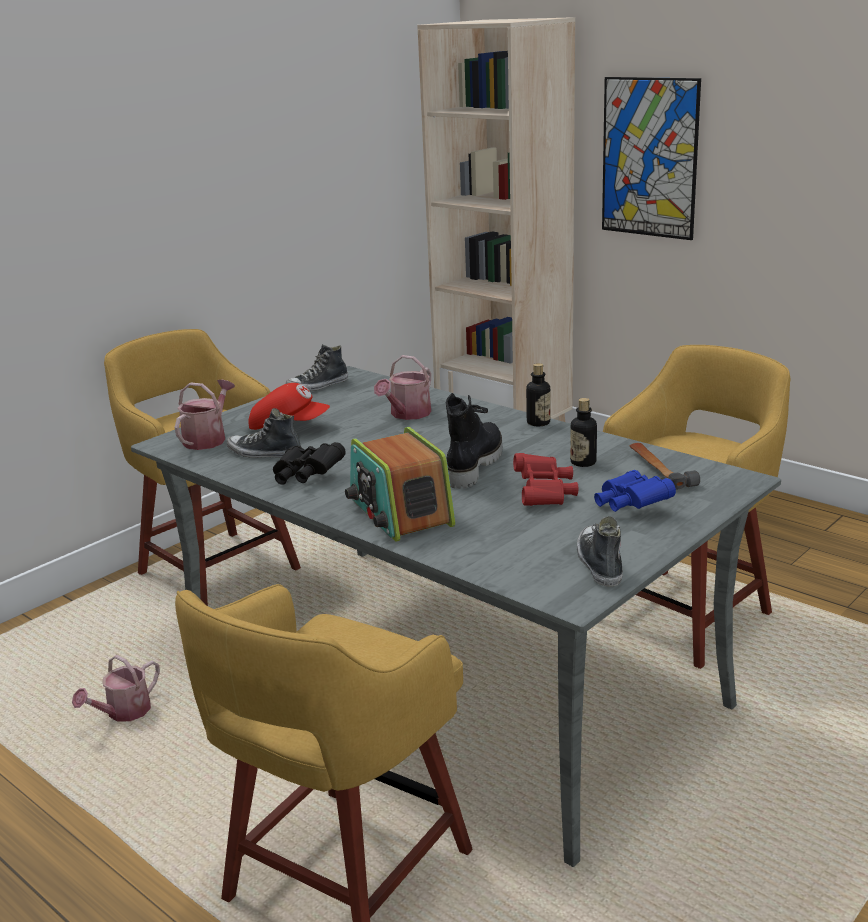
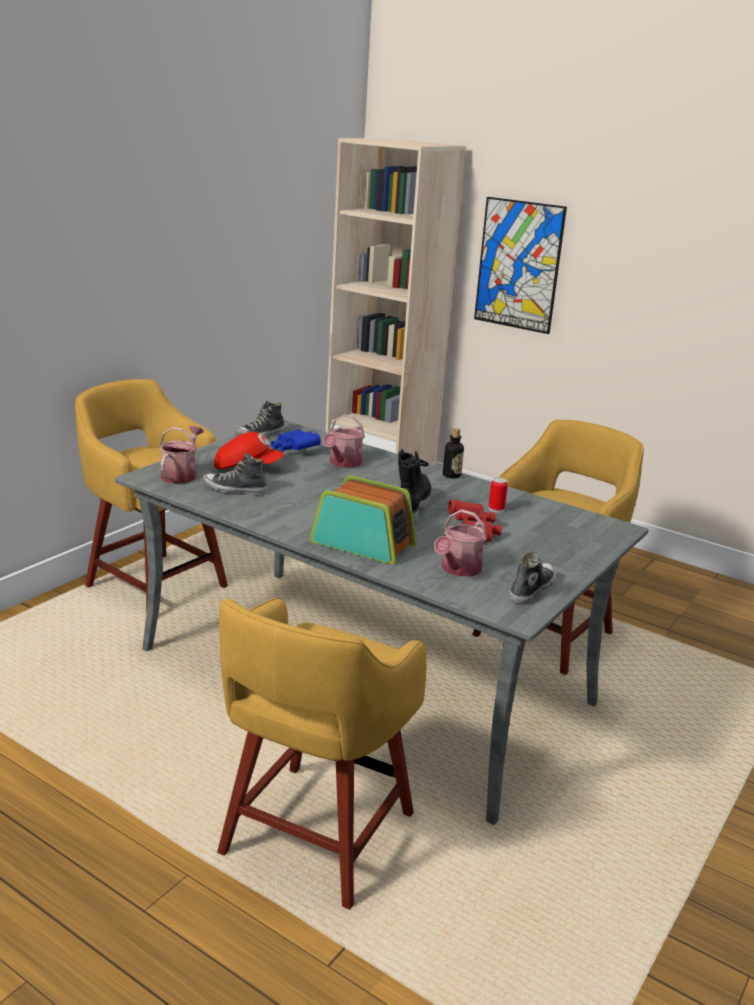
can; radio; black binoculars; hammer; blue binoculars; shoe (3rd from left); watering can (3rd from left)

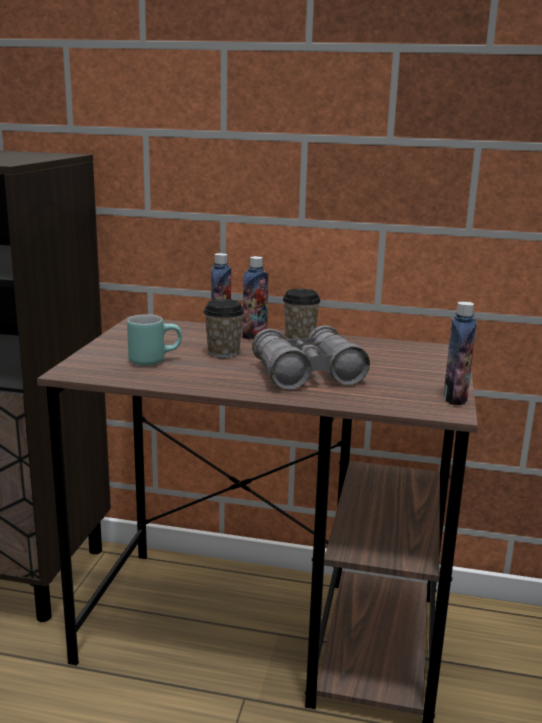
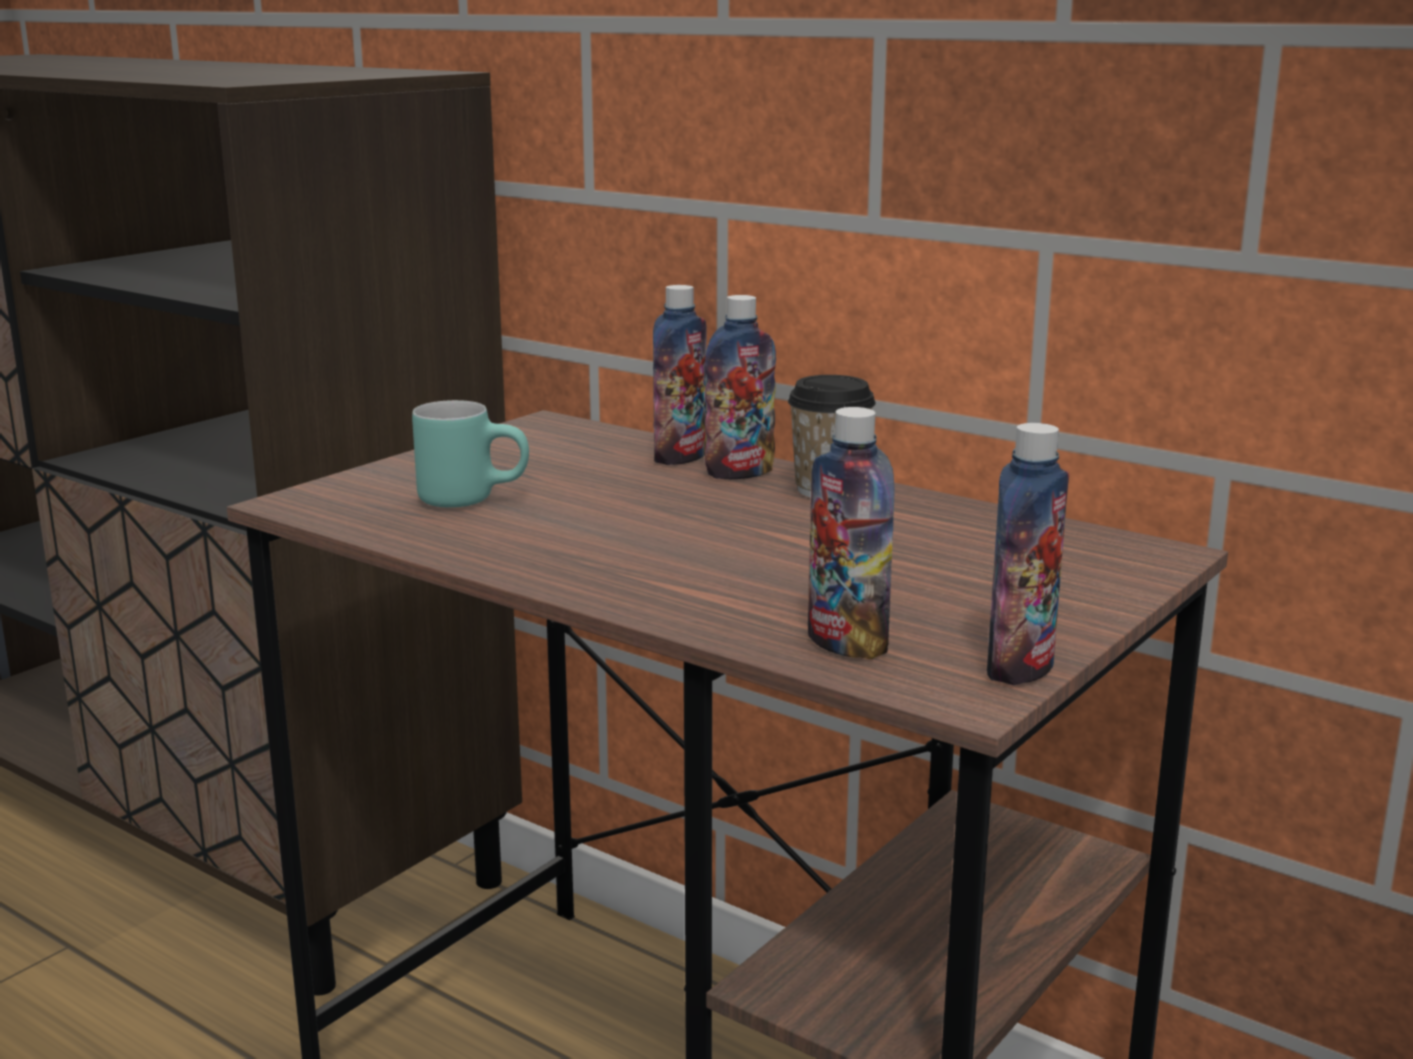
cup (1st from left in the first image); grey binoculars; bottle (3rd from left)

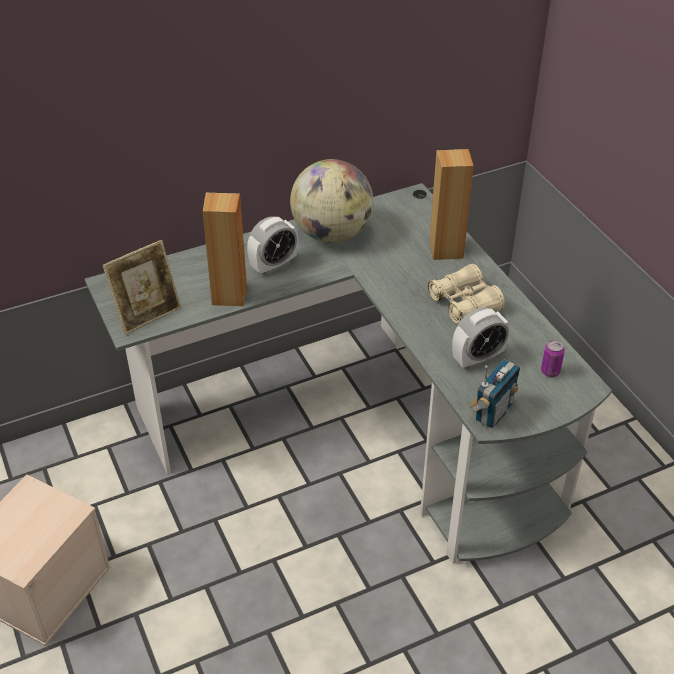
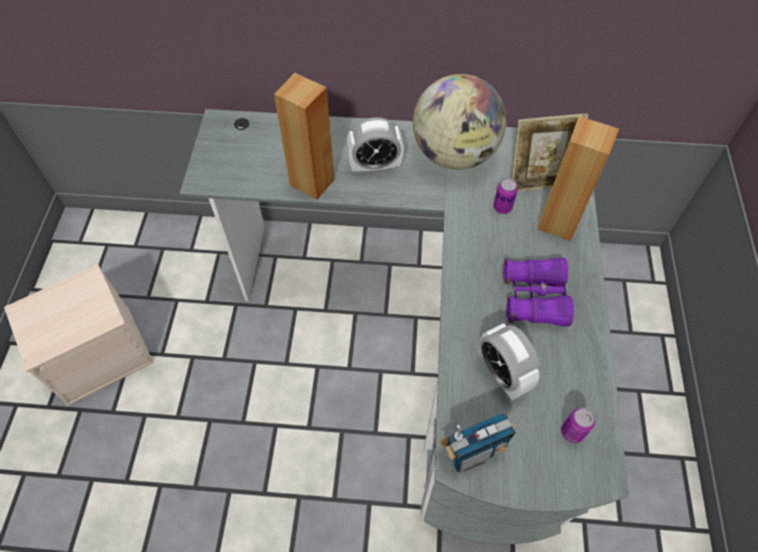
picture frame; purple binoculars; alarm clock (2nd from left); can (1st from left)

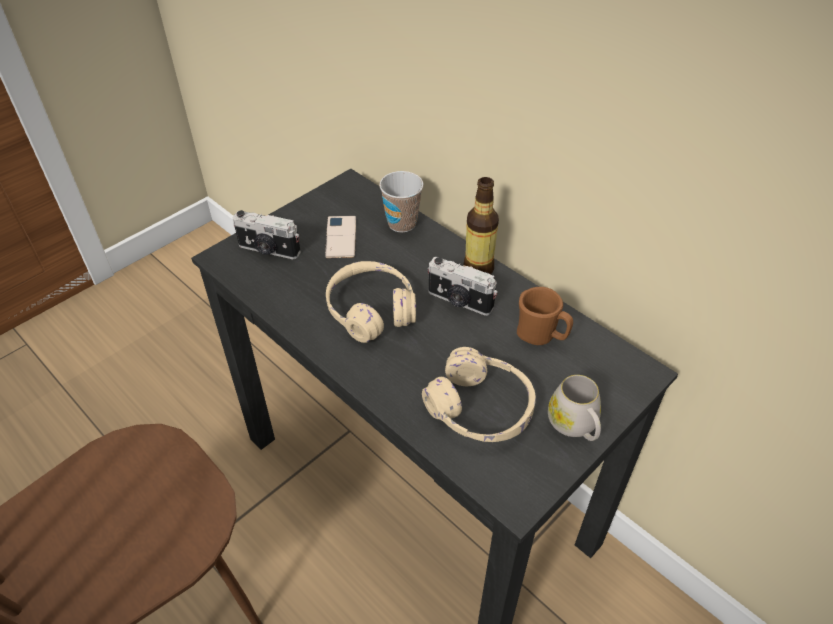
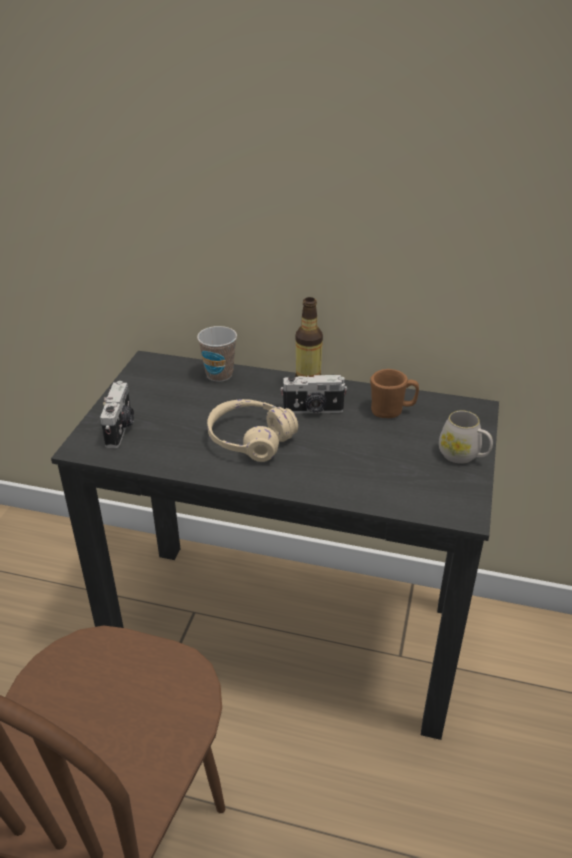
photo camera (1st from left); phone; beige headphones (2nd from left in the first image)

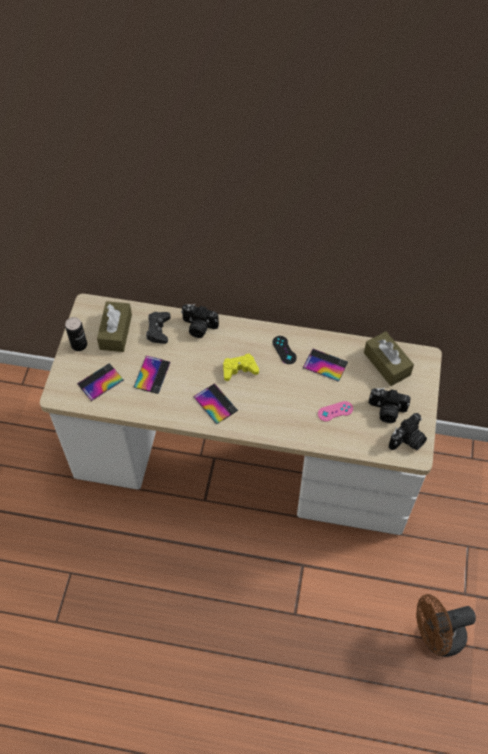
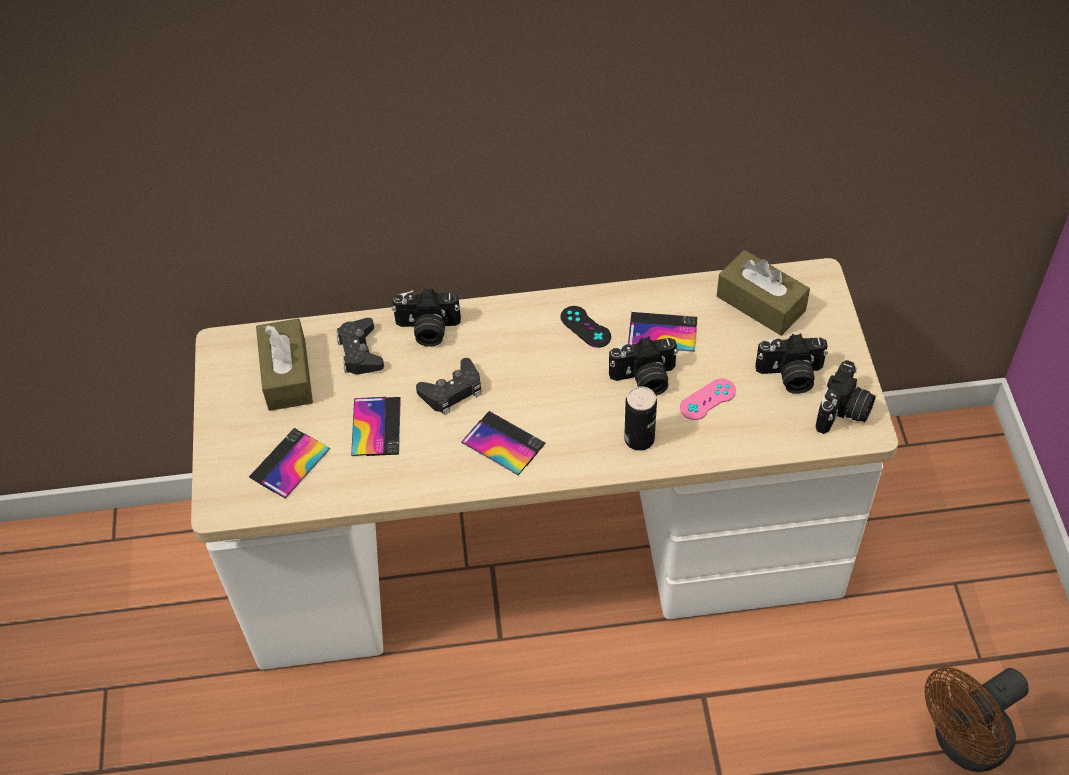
can; yellow game controller; photo camera (2nd from left); black game controller (2nd from left)

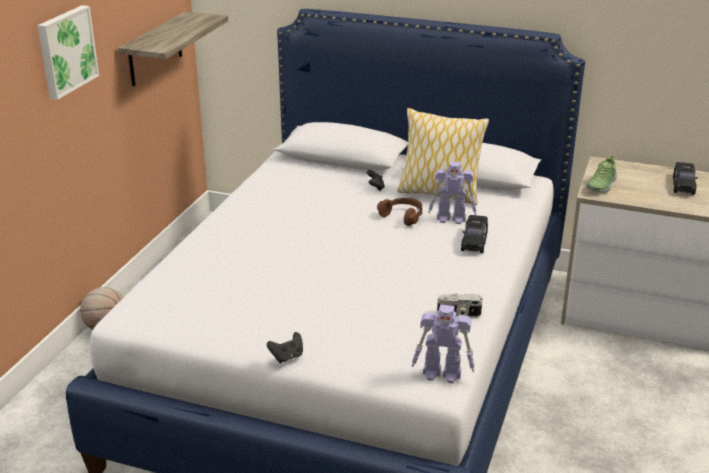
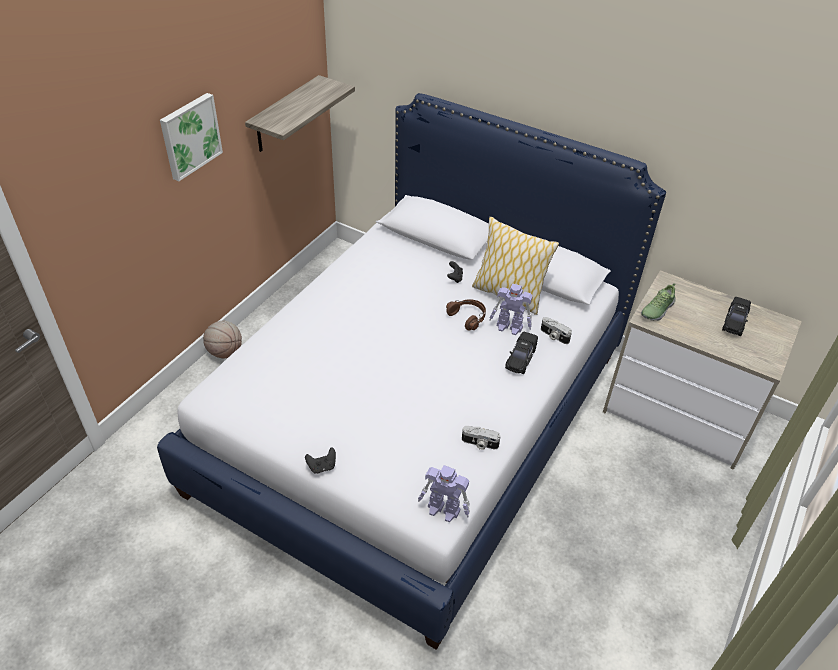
photo camera (2nd from left)

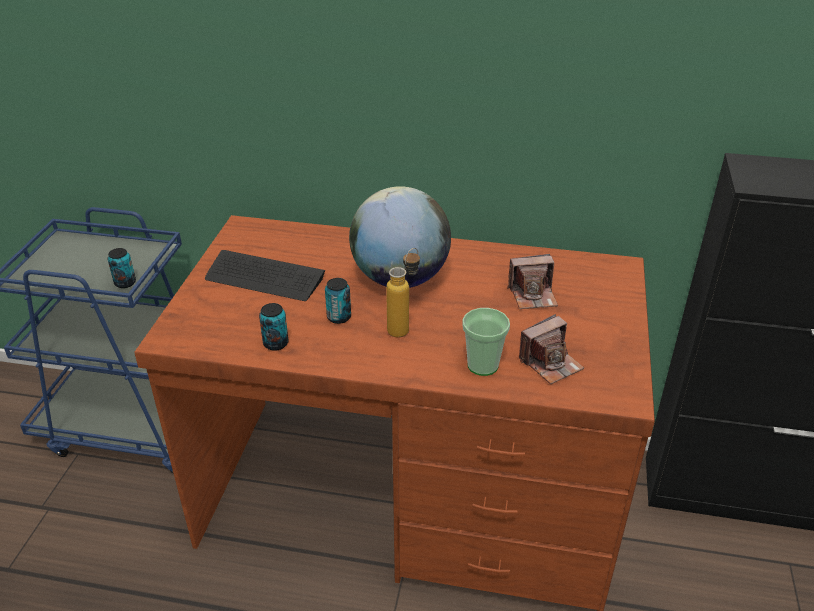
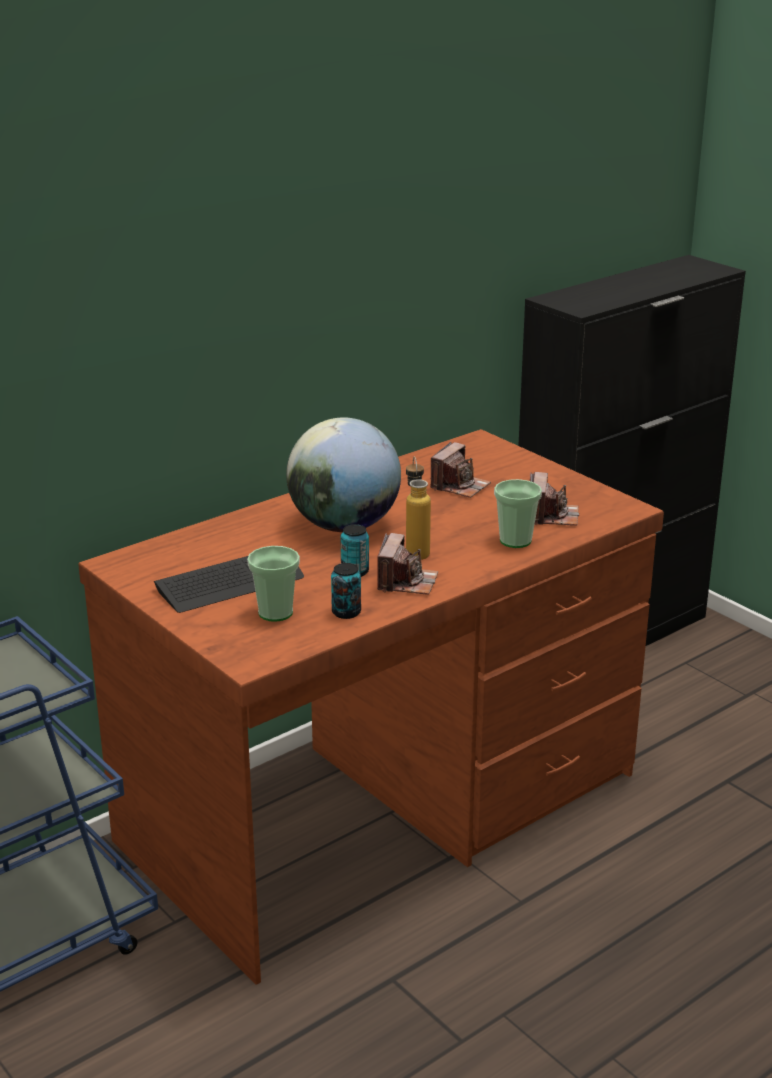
can (1st from left in the first image); photo camera (1st from left); cup (1st from left)

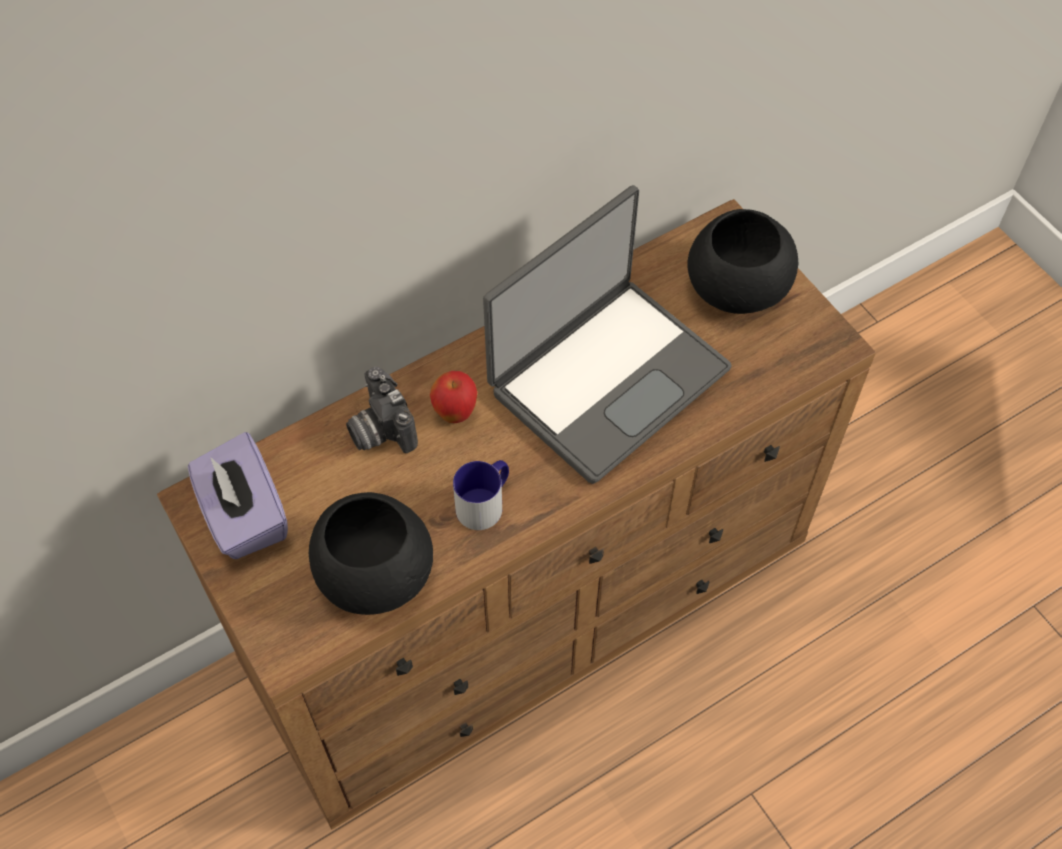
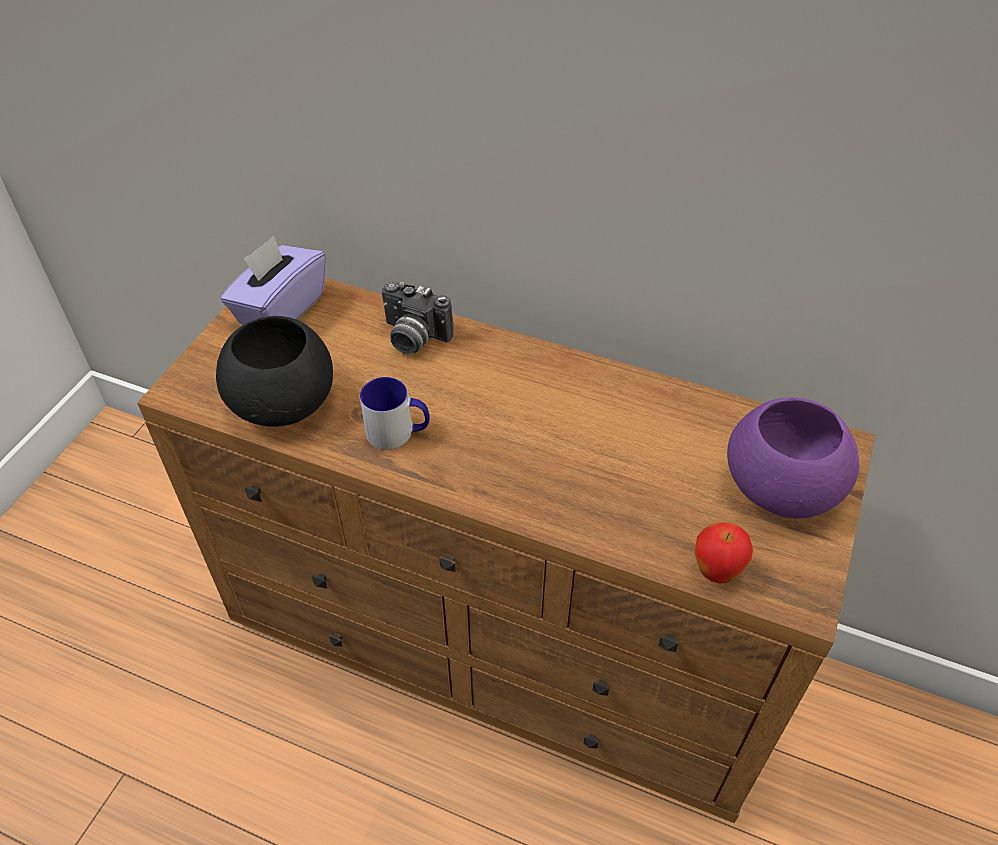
laptop; purple bowl; photo camera; apple

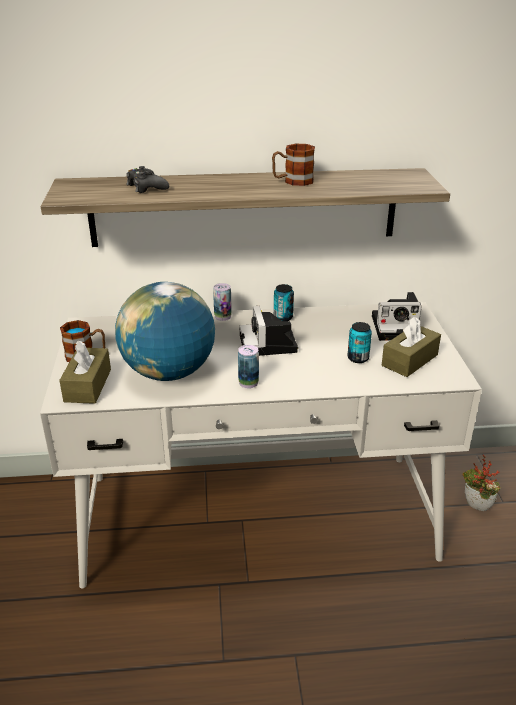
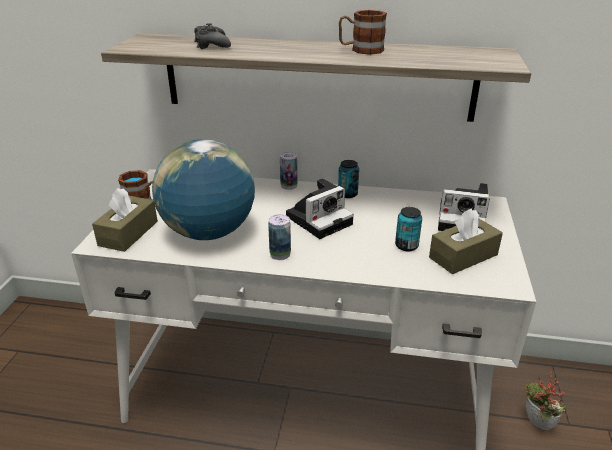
photo camera (1st from left)

